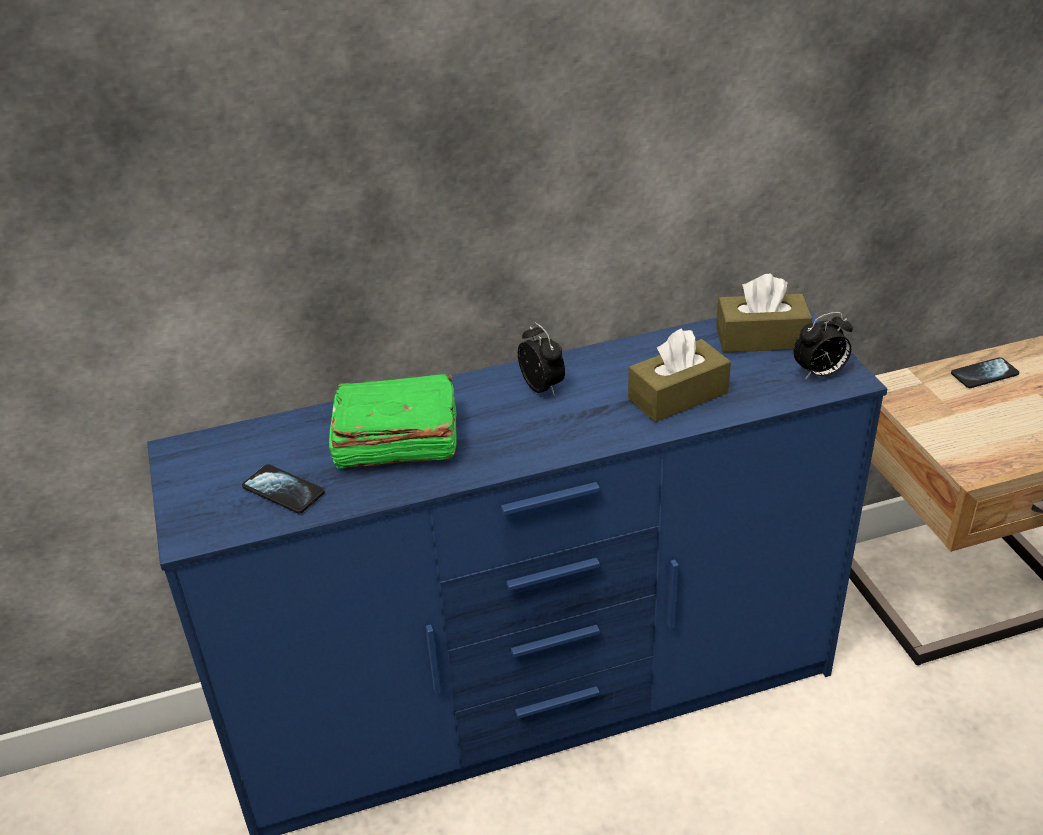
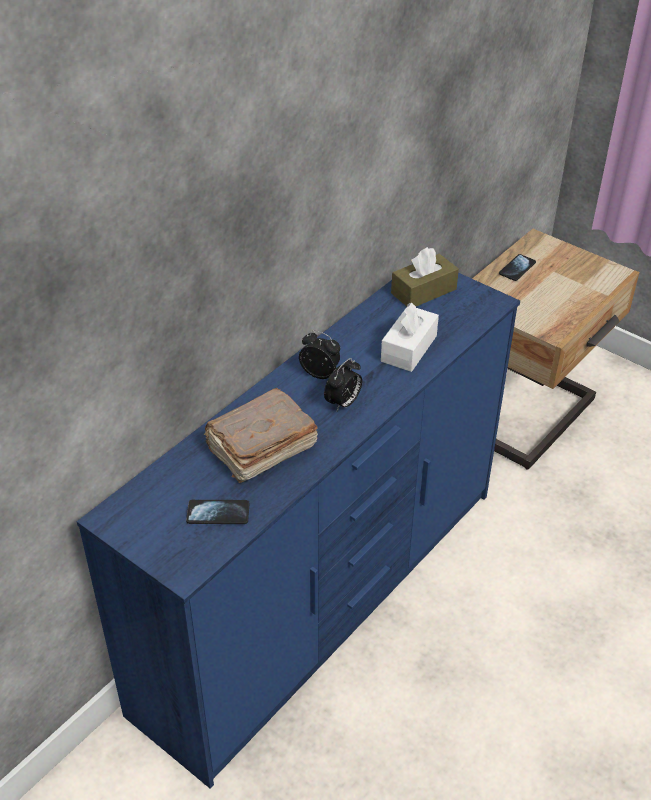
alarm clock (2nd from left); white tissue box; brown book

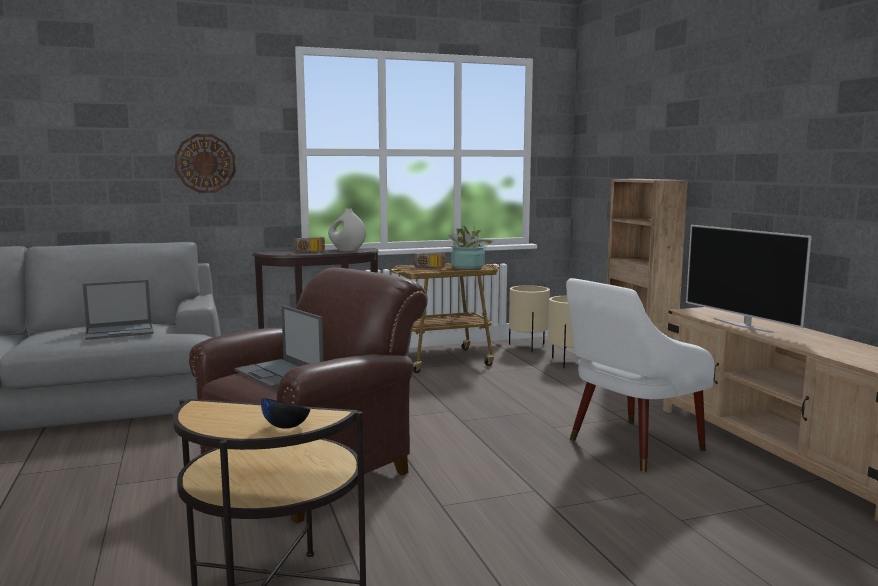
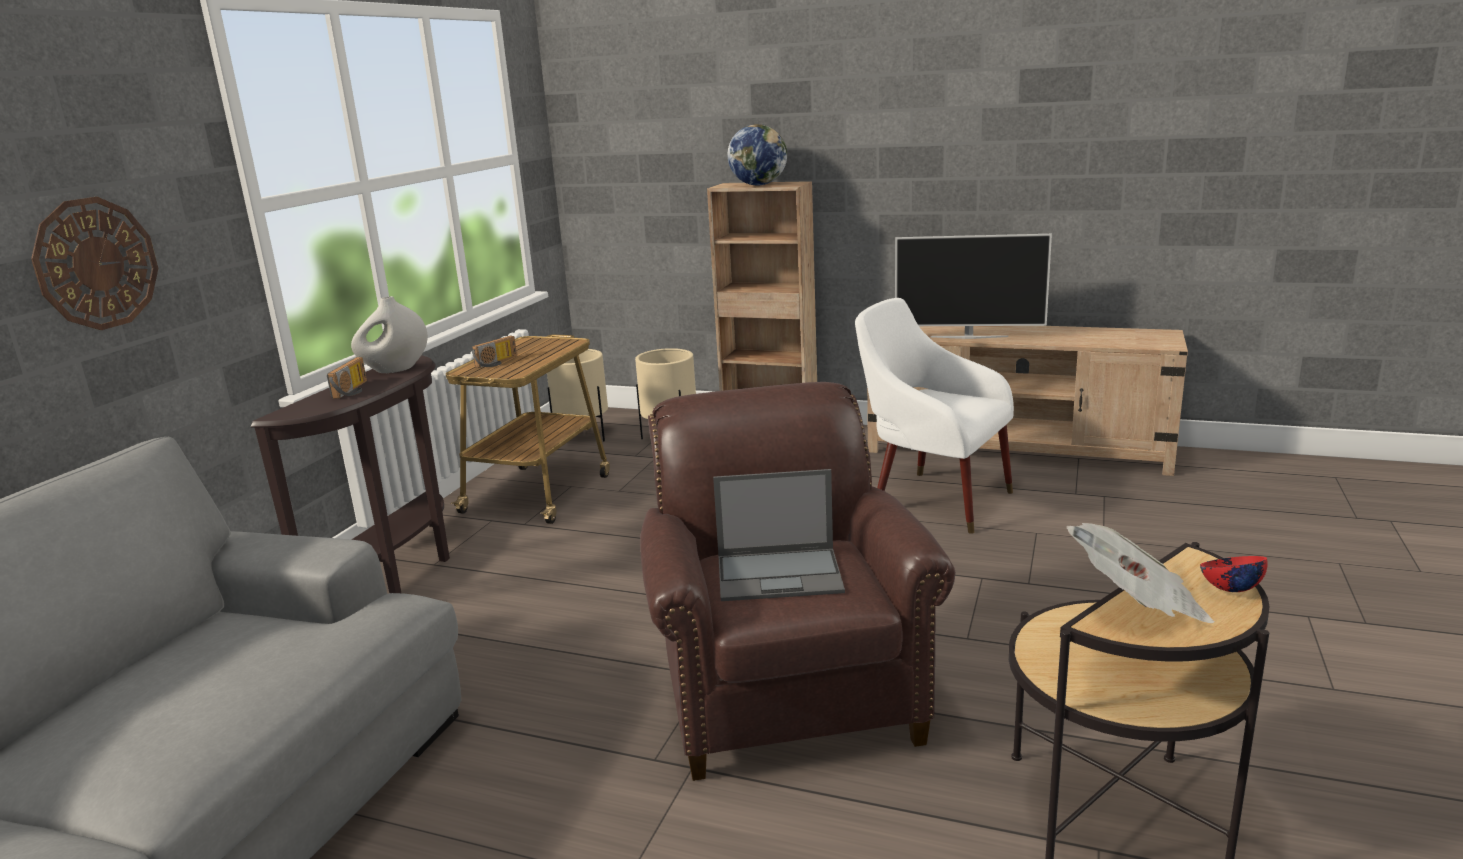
potted plant; white armchair; laptop (1st from left in the first image); red bowl; globe; newspaper

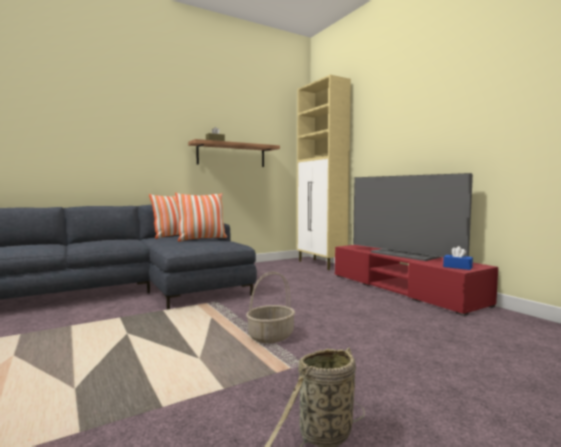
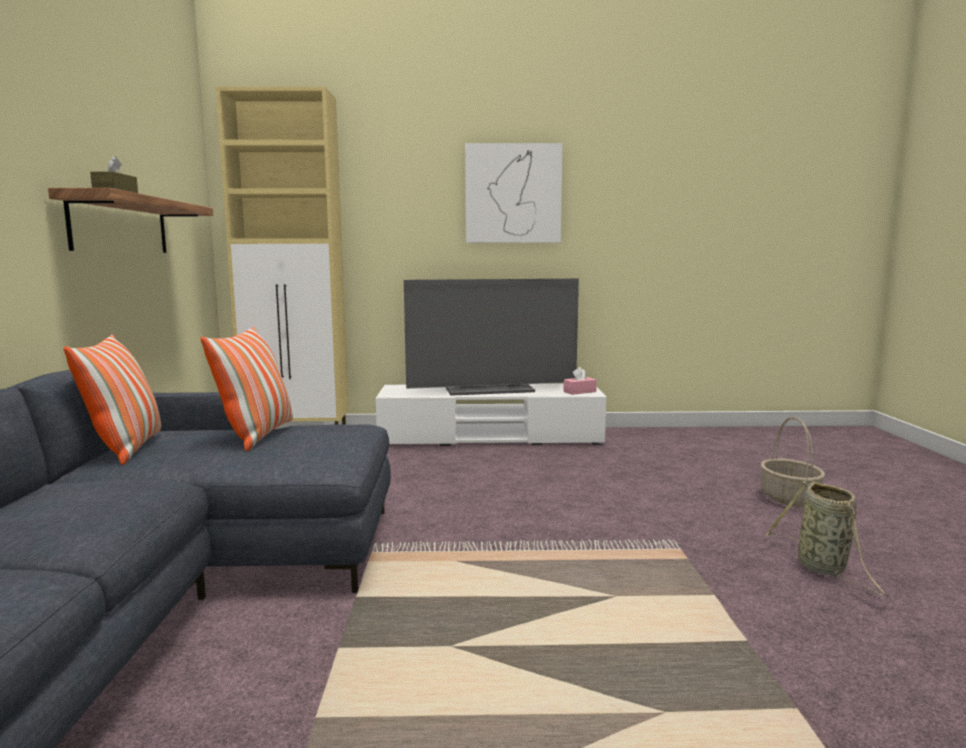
white tv stand; pink tissue box; basket (1st from left); picture

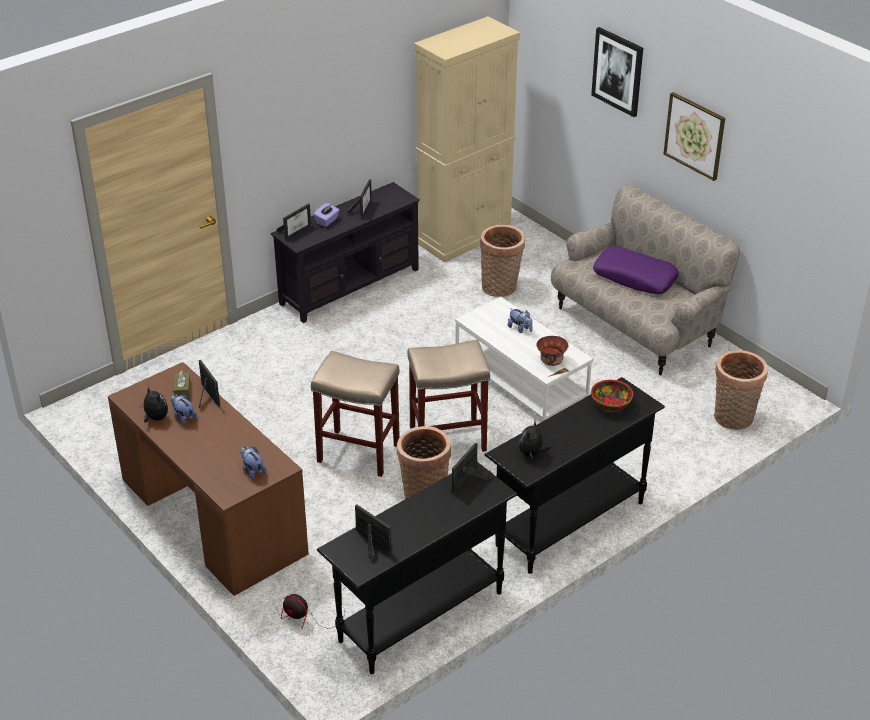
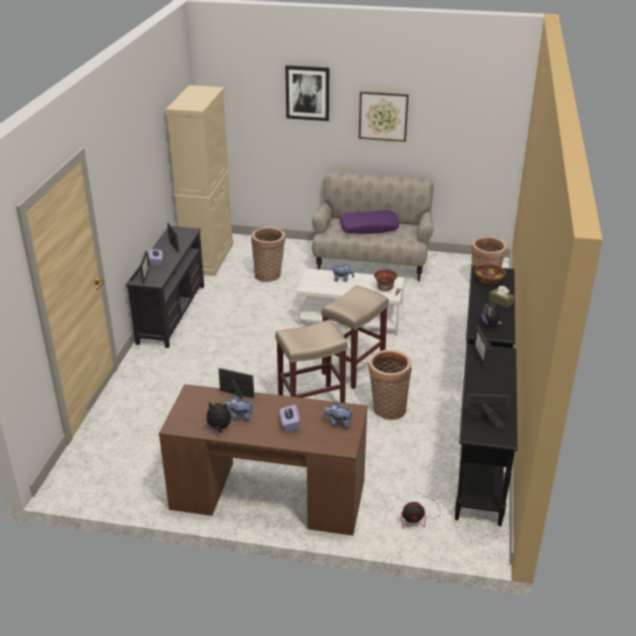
brown tissue box; purple tissue box (2nd from left)

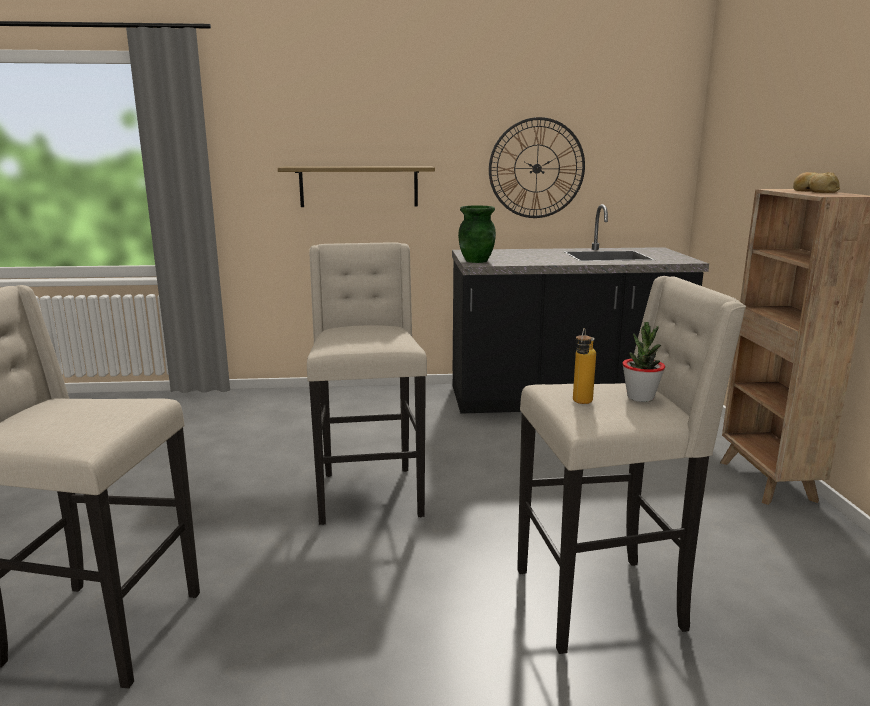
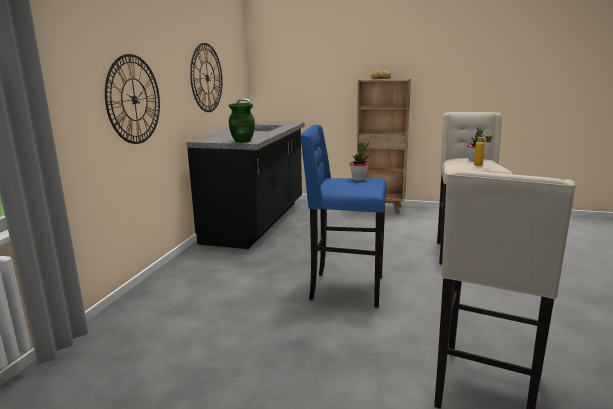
wall clock (1st from left); blue stool; potted plant (1st from left)

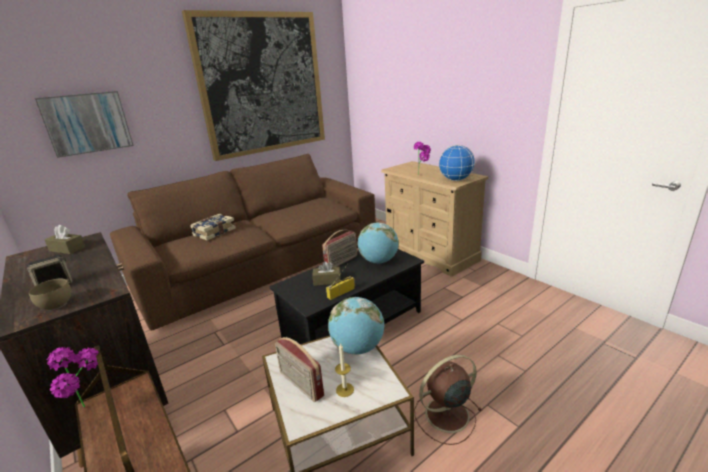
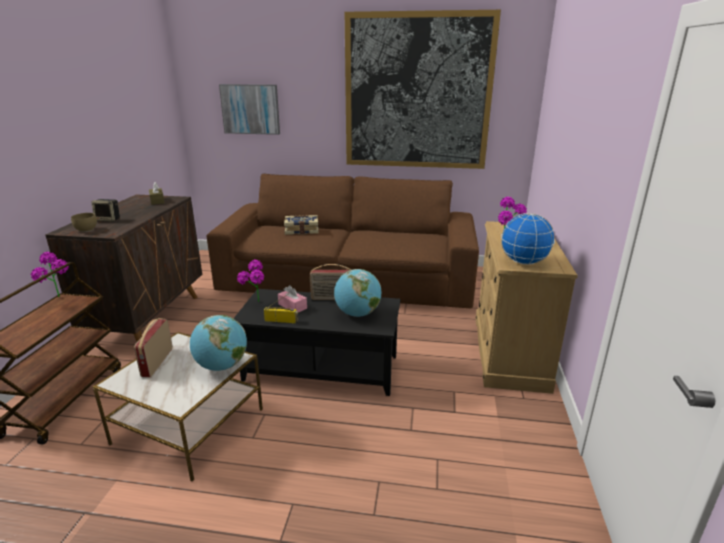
pink tissue box; candle; brown fan; potted plant (2nd from left)

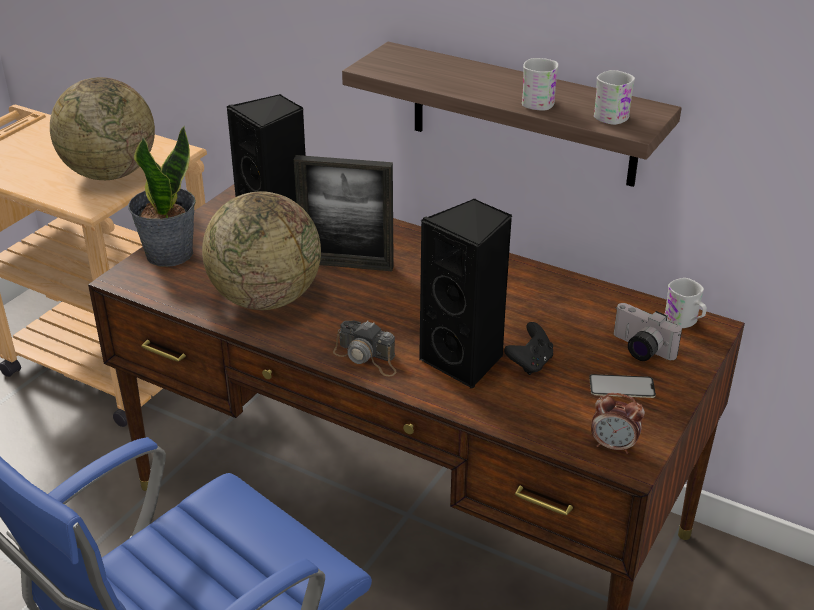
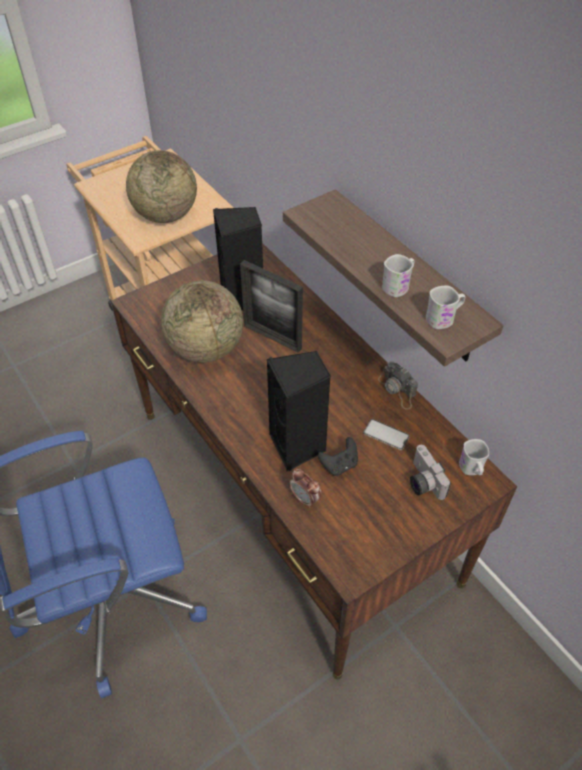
potted plant; photo camera (1st from left); phone; alarm clock

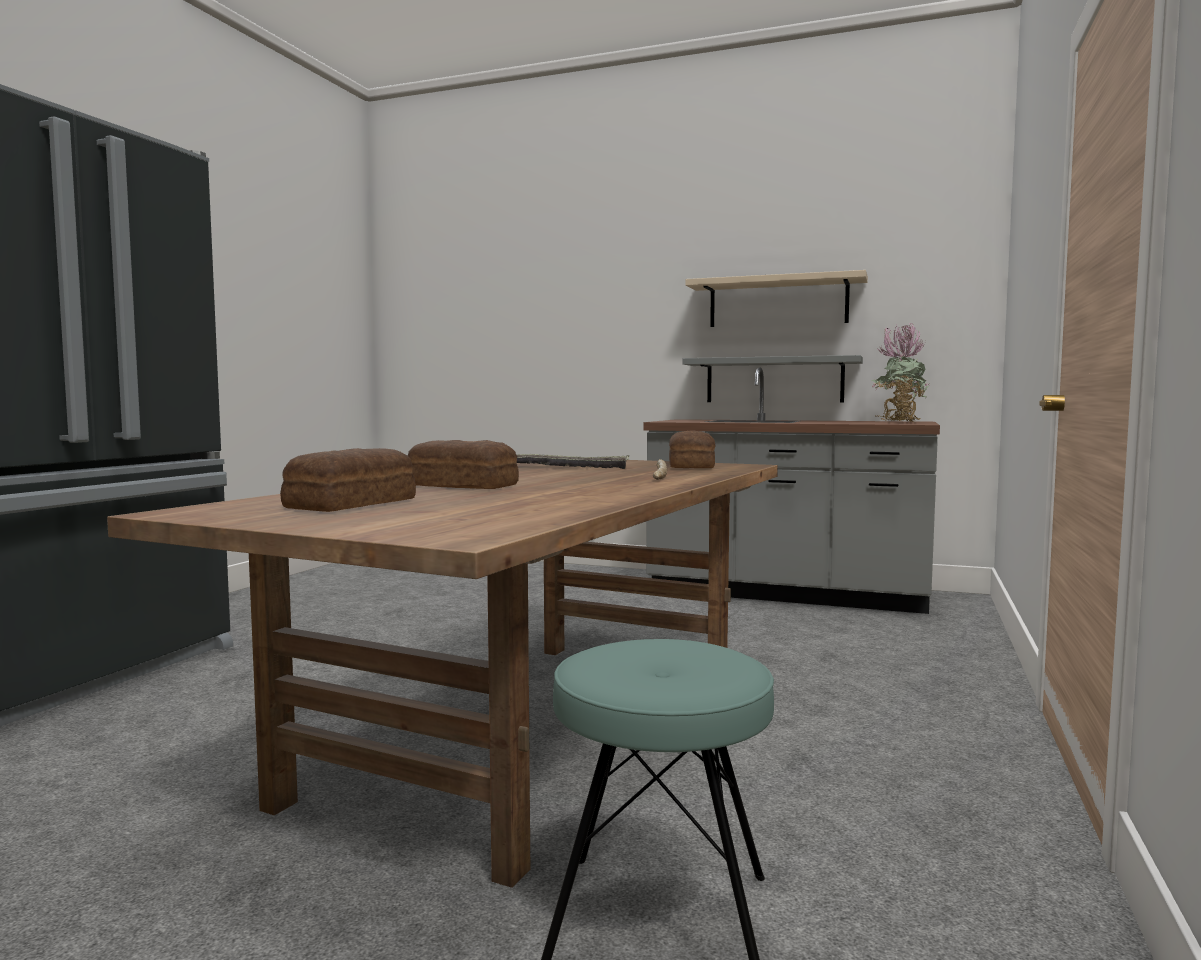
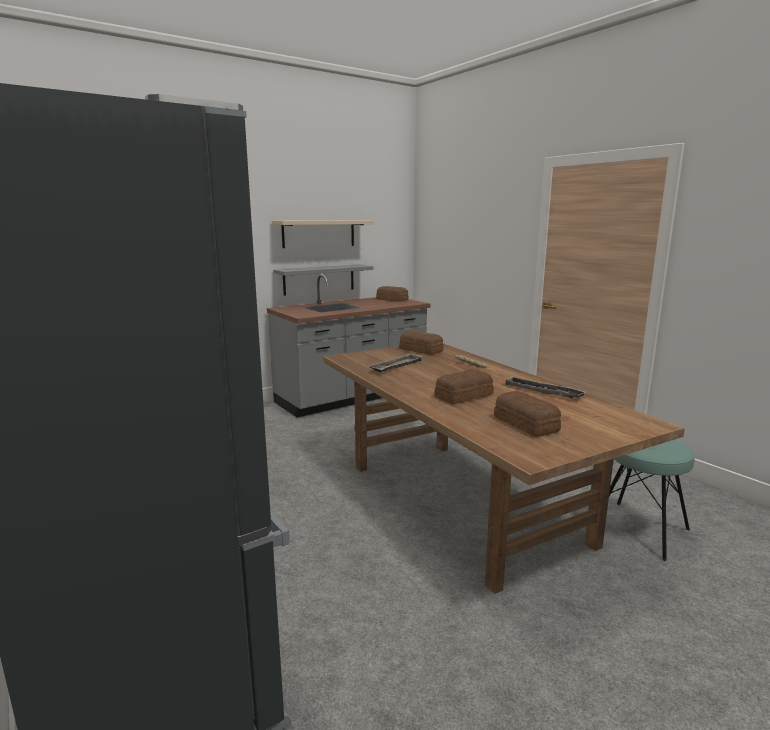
bread (1st from left); tray (2nd from left)

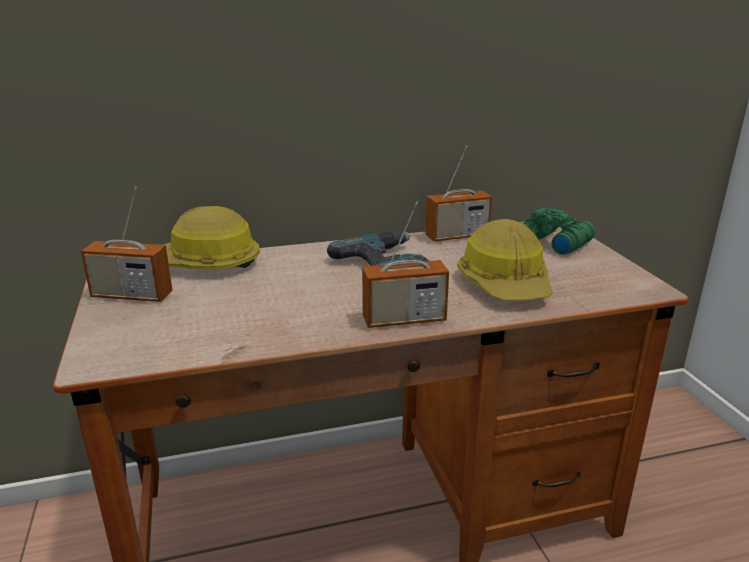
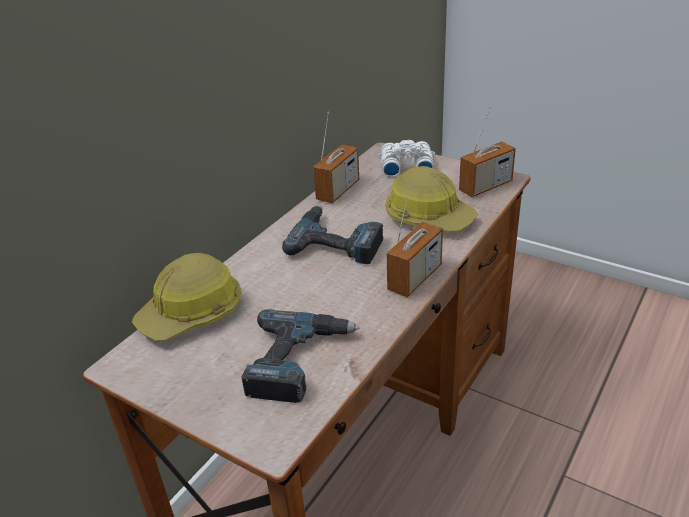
radio (3rd from left); white binoculars; power drill (1st from left)

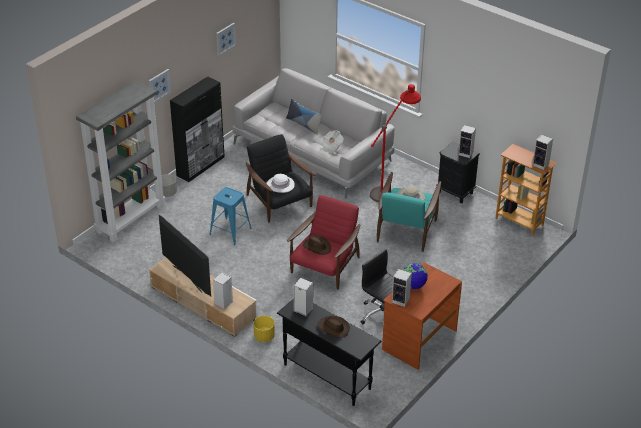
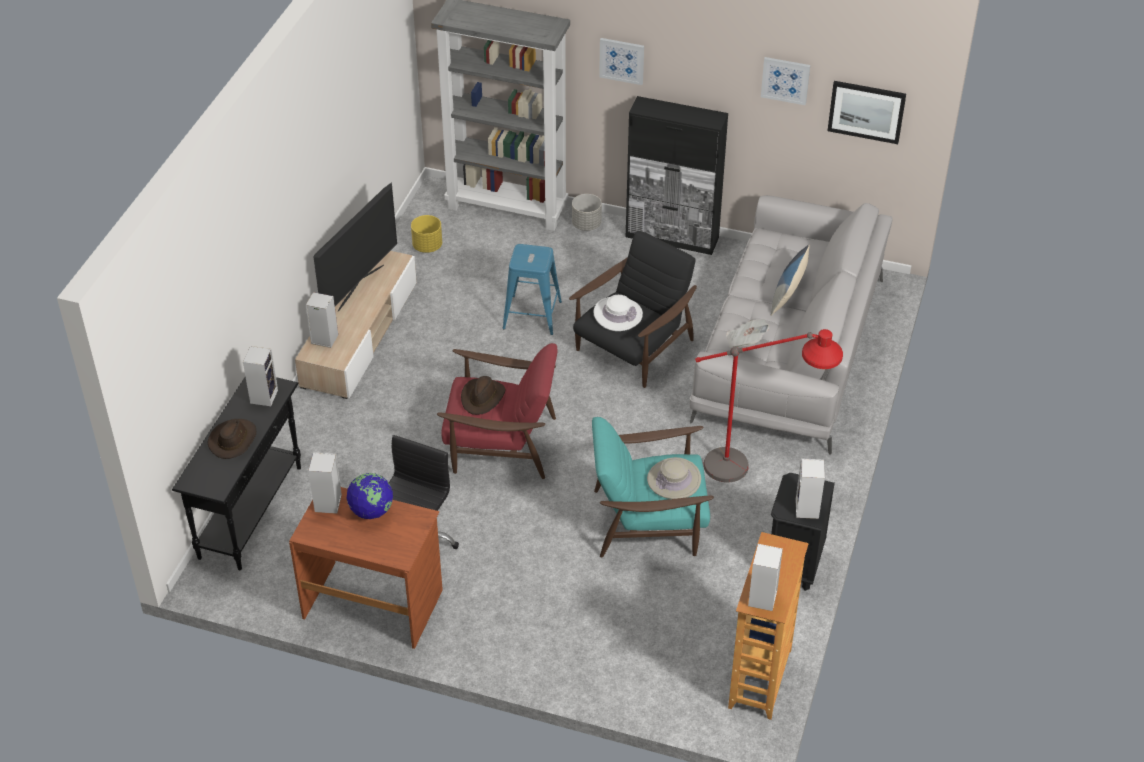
yellow planter; picture (3rd from left)

